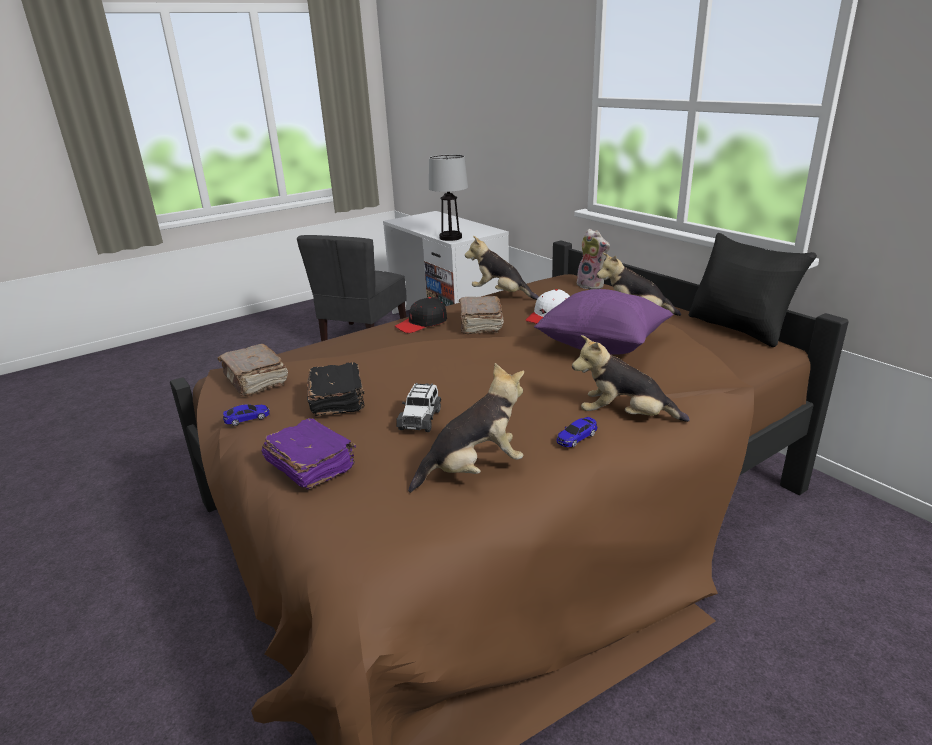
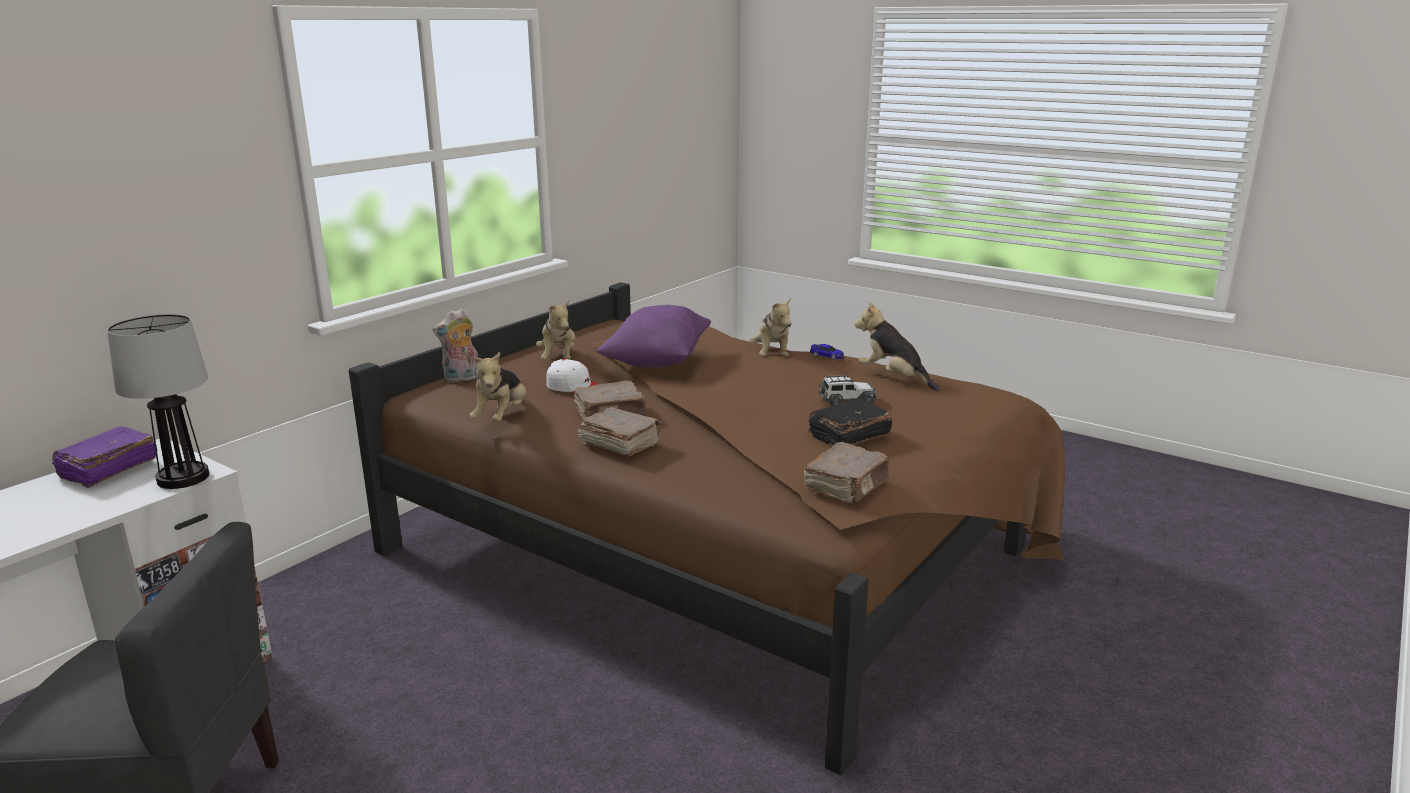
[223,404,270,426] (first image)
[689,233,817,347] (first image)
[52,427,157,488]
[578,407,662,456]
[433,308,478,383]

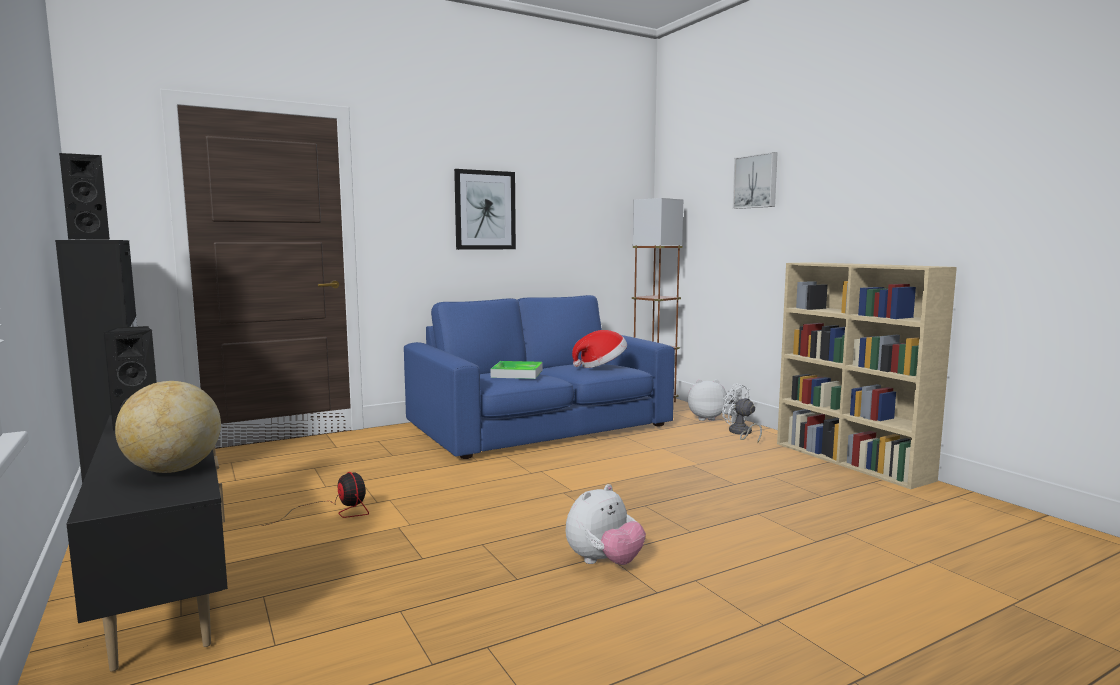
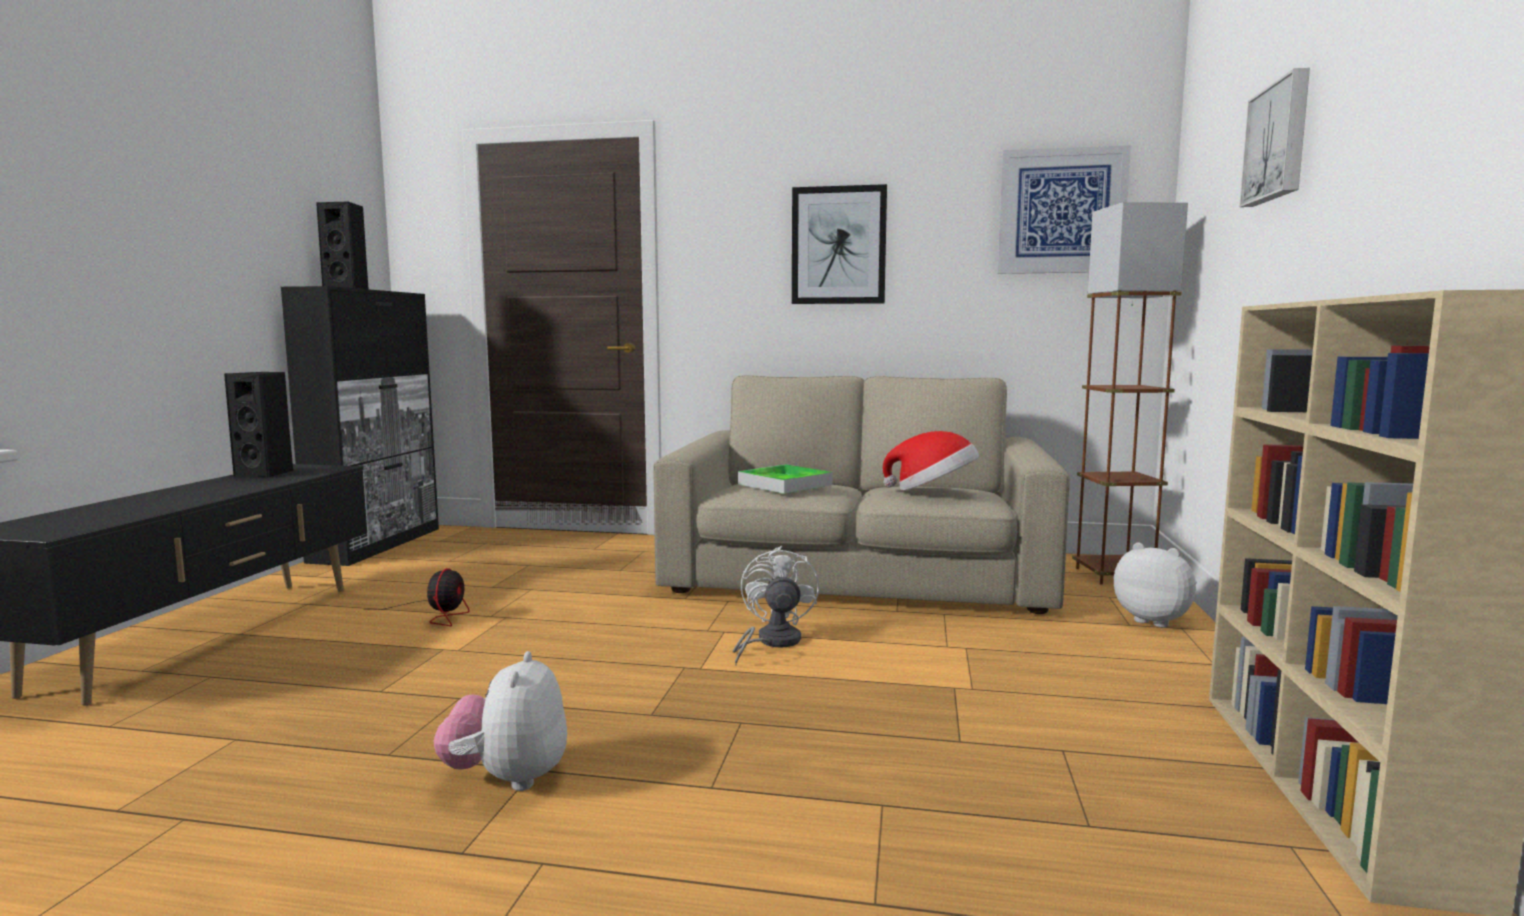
[115,381,221,473] (first image)
[997,145,1131,274]
[733,546,819,665]
[653,375,1070,614]
[434,651,567,791]

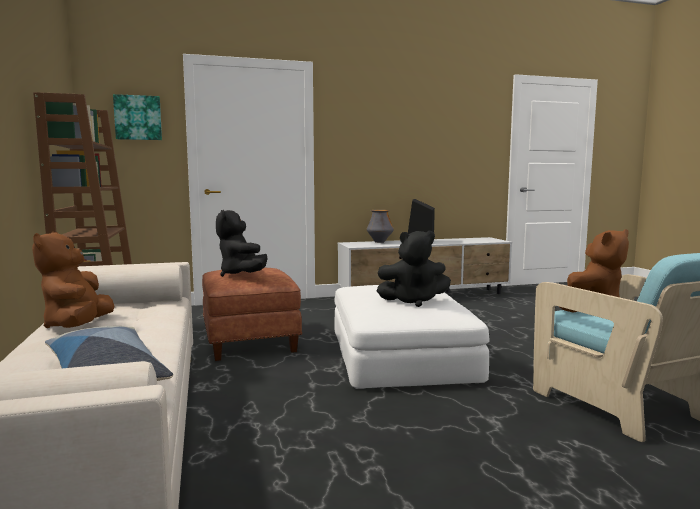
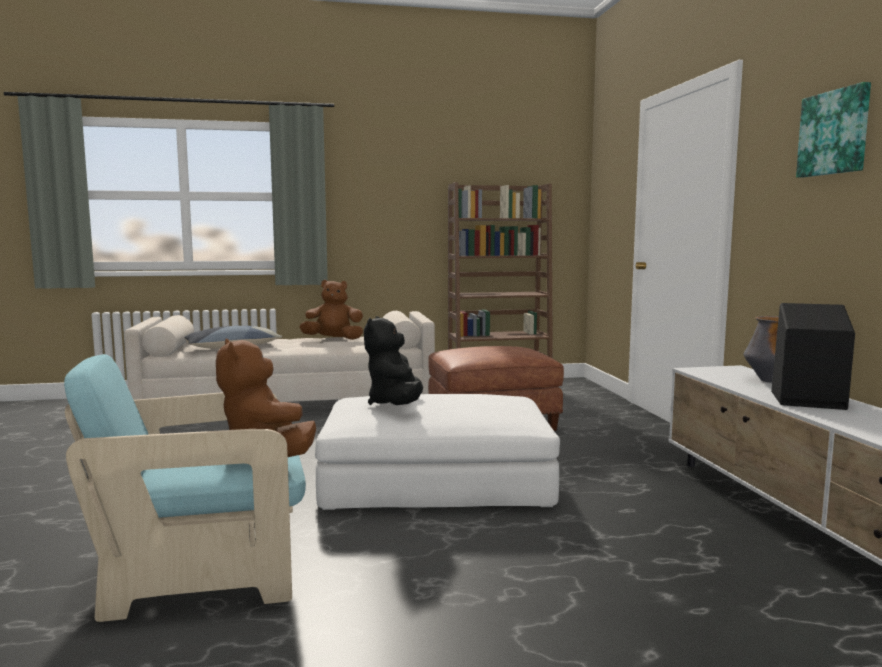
[216,210,268,277] (first image)
[796,82,871,178]

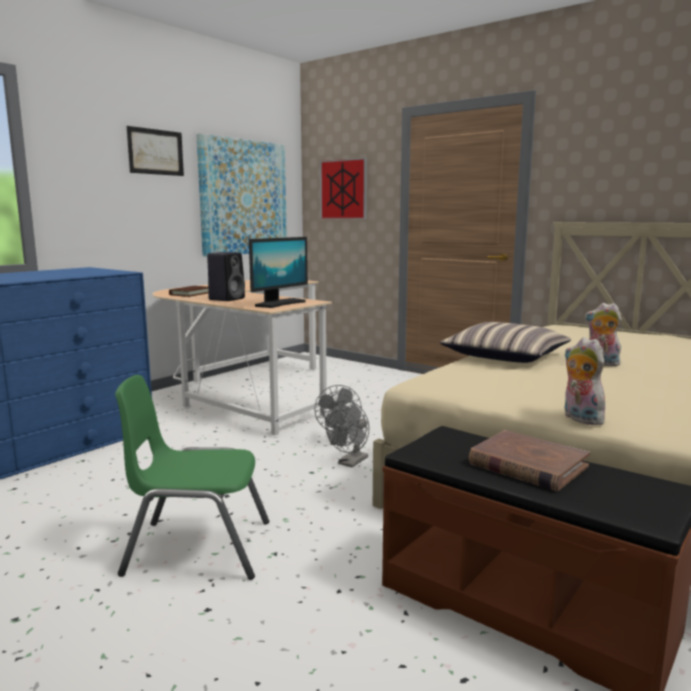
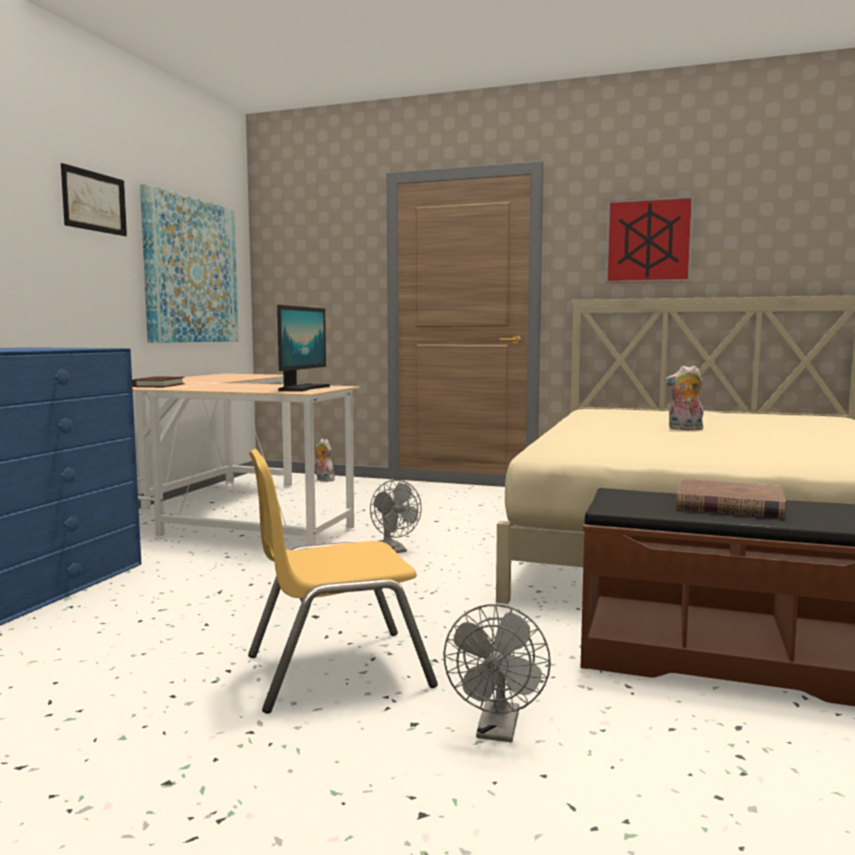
[207,252,245,301] (first image)
[440,322,571,363] (first image)
[606,196,694,283]
[443,604,551,742]
[315,439,335,482]
[248,449,438,714]

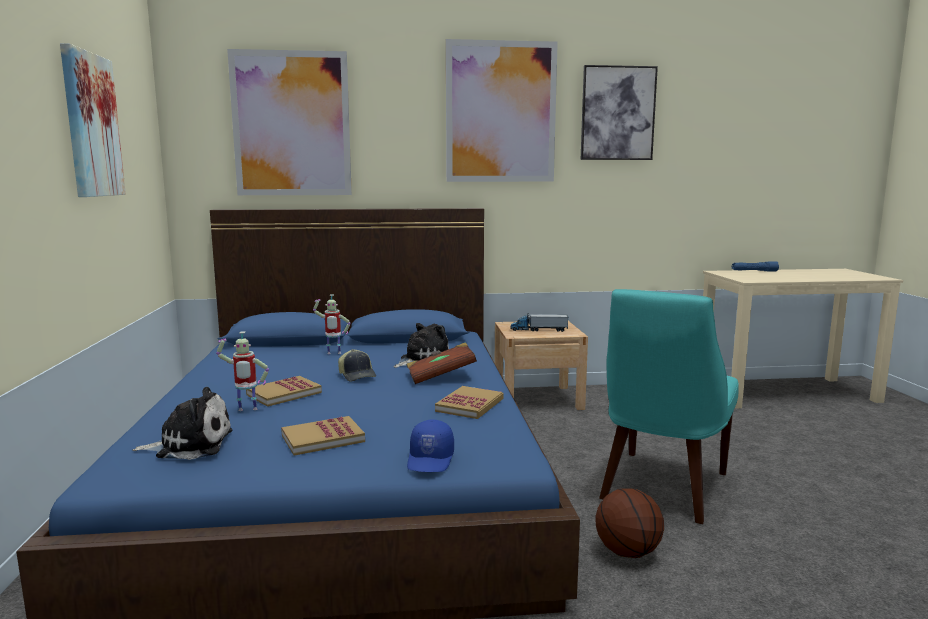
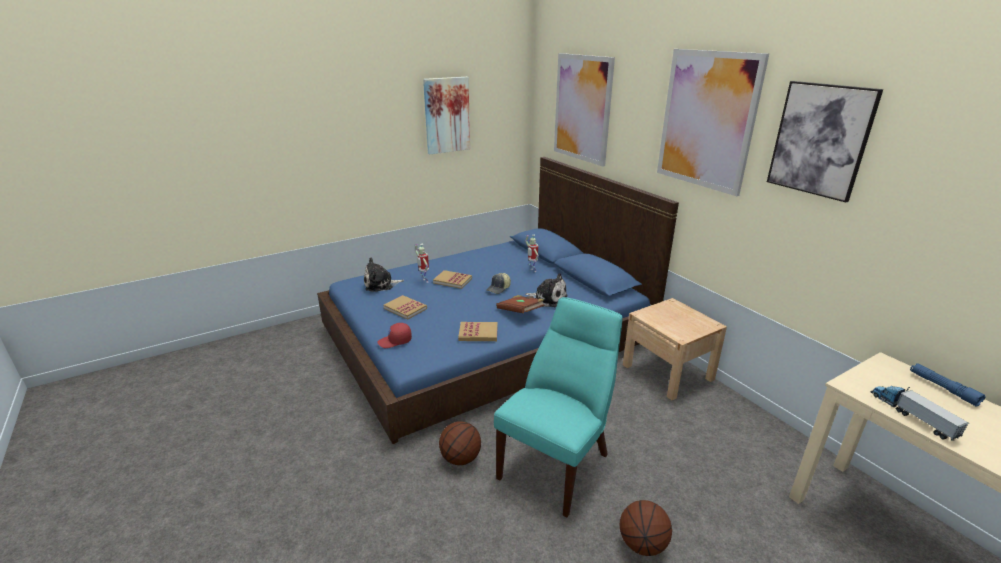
[620,500,672,556]
[871,386,969,441]
[378,323,412,348]
[364,257,404,292]
[494,297,623,517]

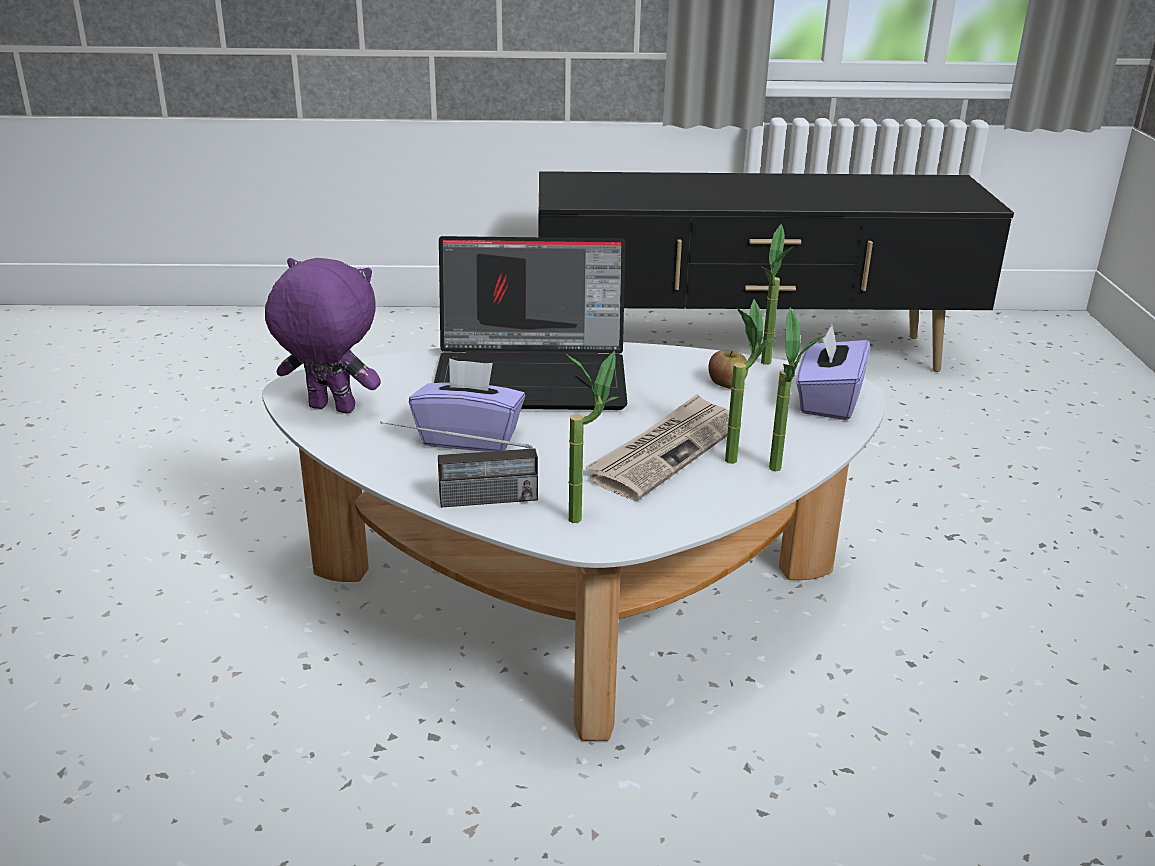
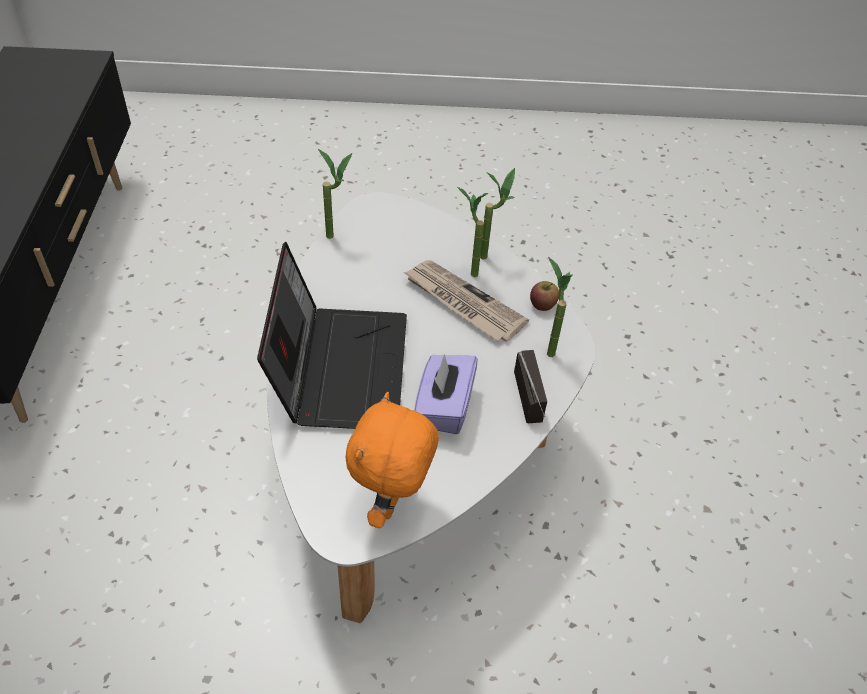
[796,324,870,420] (first image)
[530,281,559,311]
[345,392,439,528]

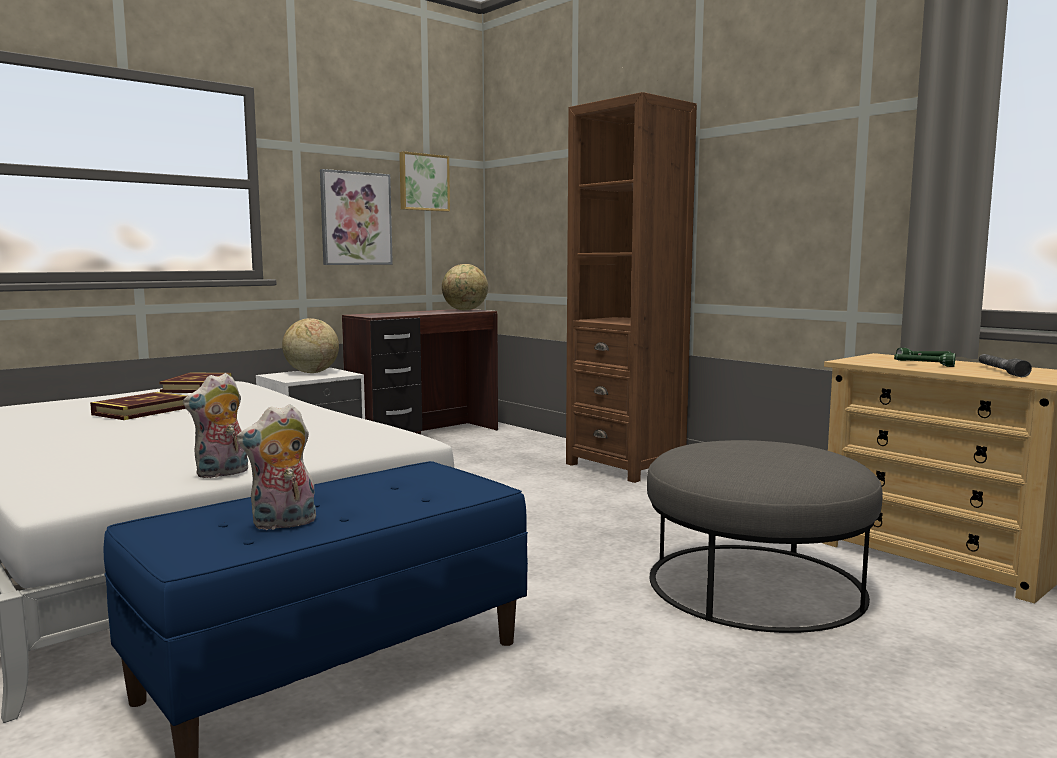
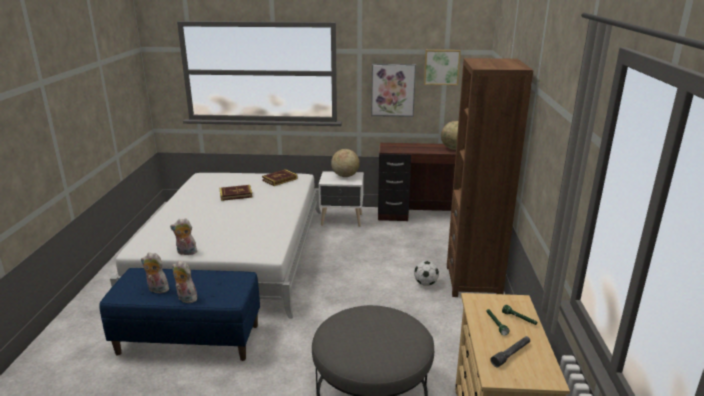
[172,260,197,303]
[414,261,439,286]

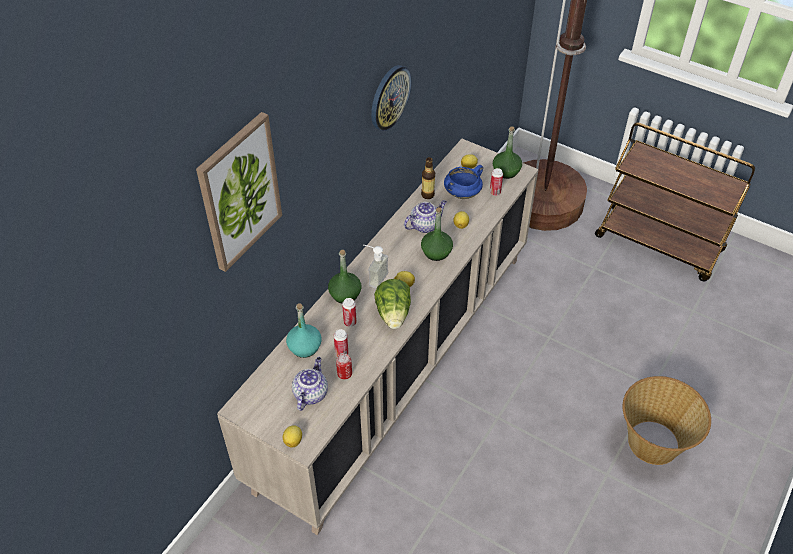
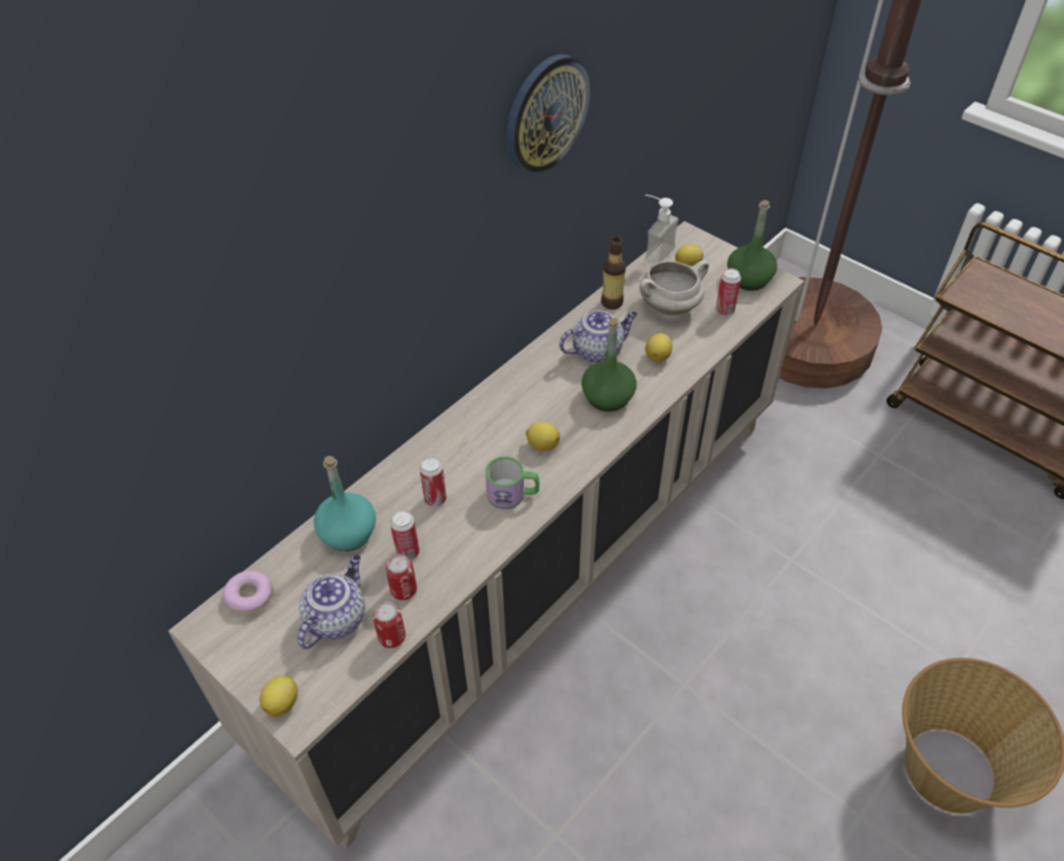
[196,112,282,272] (first image)
[328,250,361,303] (first image)
[223,570,274,615]
[373,601,406,648]
[645,194,678,265]
[485,456,540,509]
[639,260,709,315]

